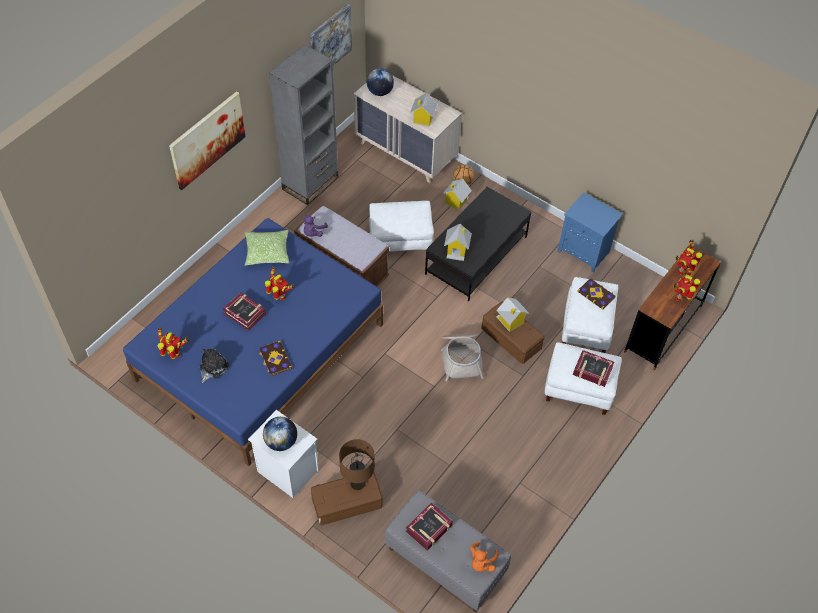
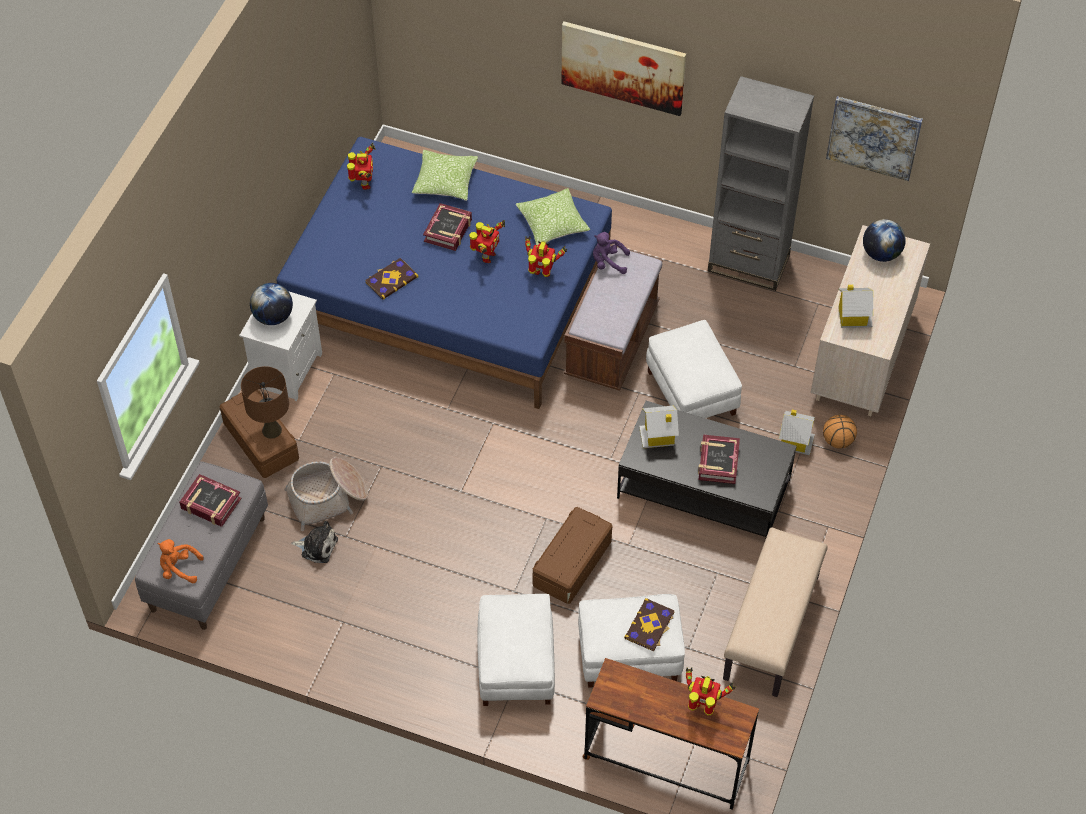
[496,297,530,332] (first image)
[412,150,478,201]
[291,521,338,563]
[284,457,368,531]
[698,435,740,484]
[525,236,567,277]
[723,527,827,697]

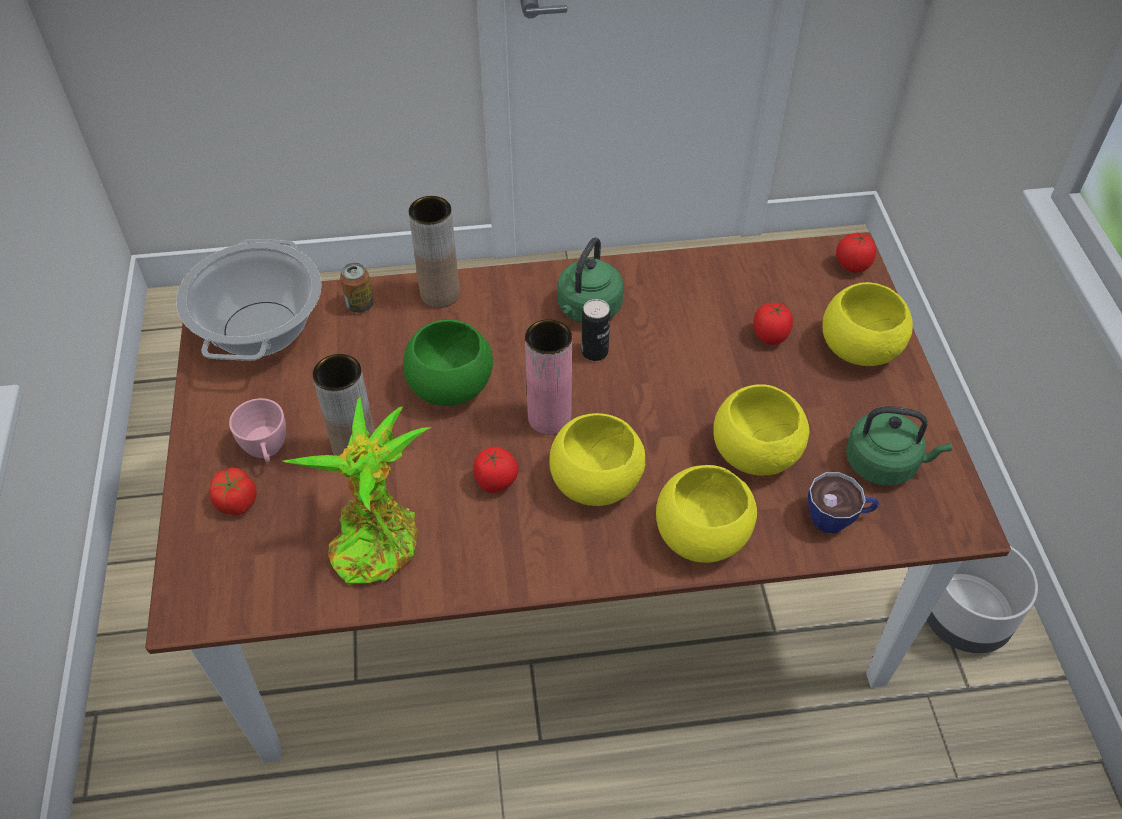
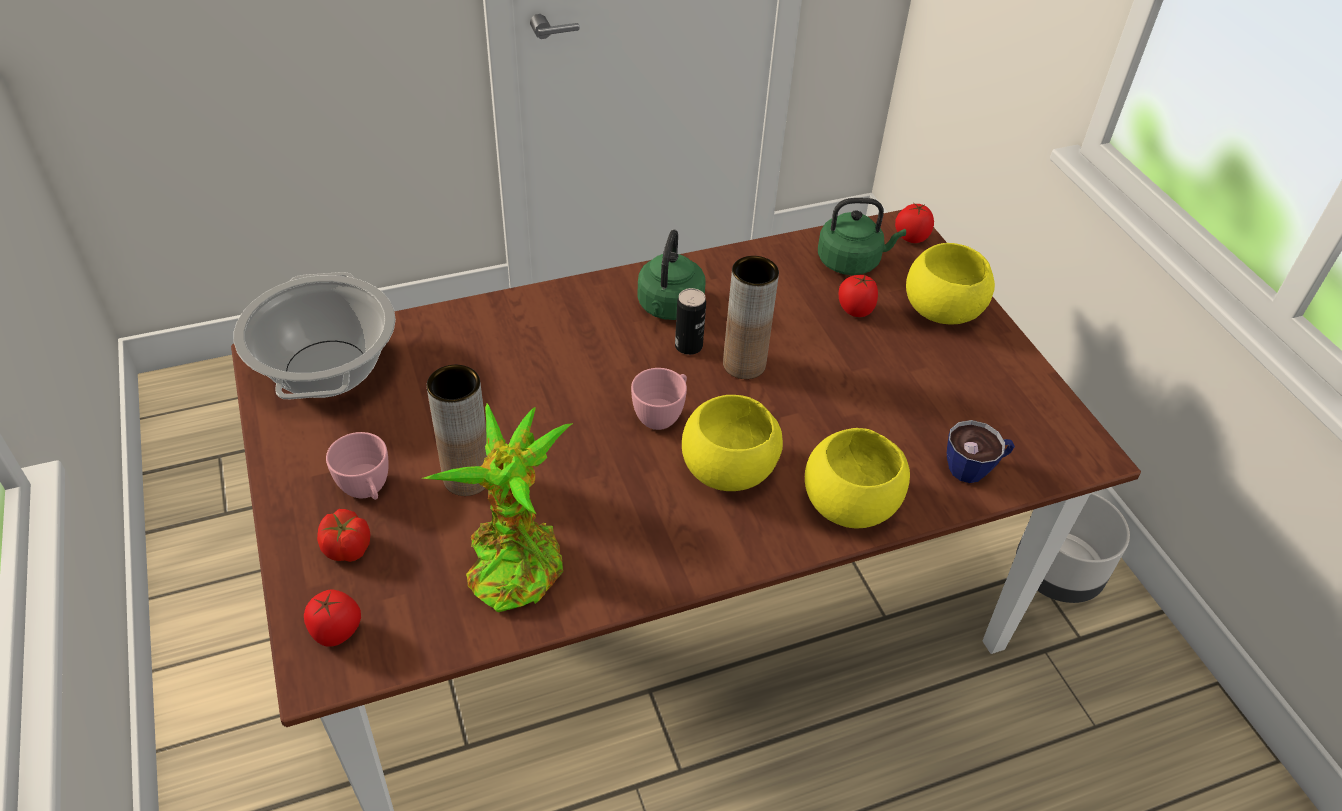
[340,263,373,313] (first image)
[403,320,493,406] (first image)
[713,384,809,476] (first image)
[723,256,779,379]
[304,590,361,647]
[818,198,906,275]
[631,368,687,430]

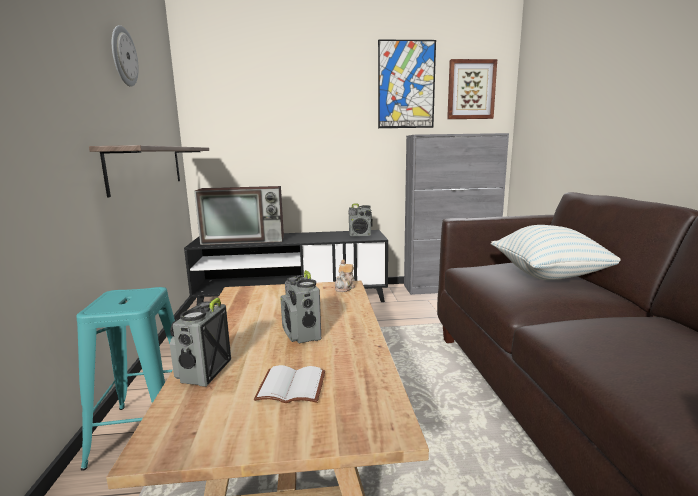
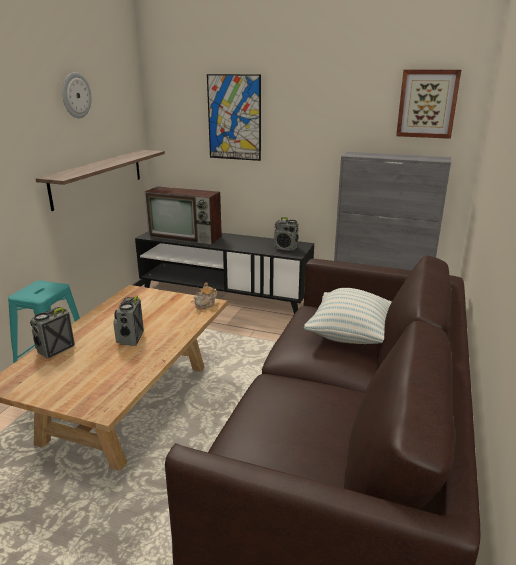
[254,365,325,403] (first image)
[207,74,261,161]

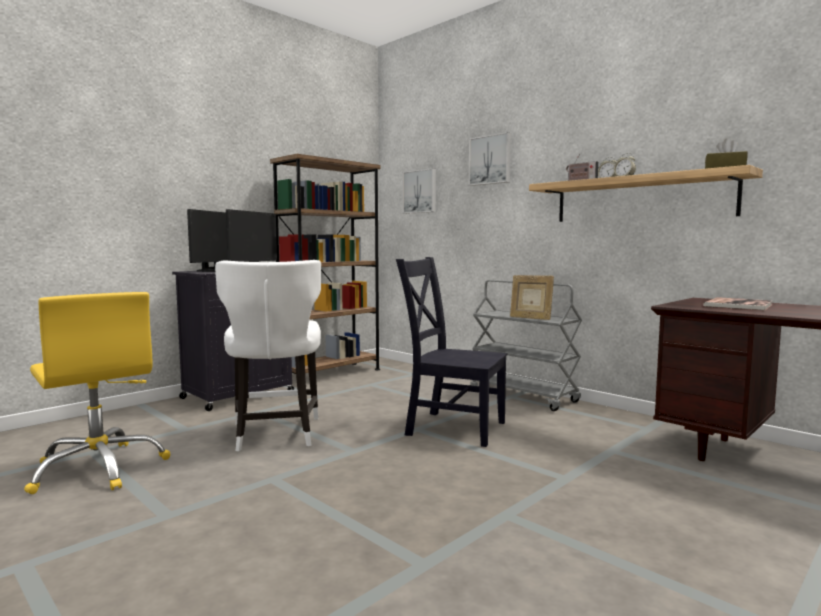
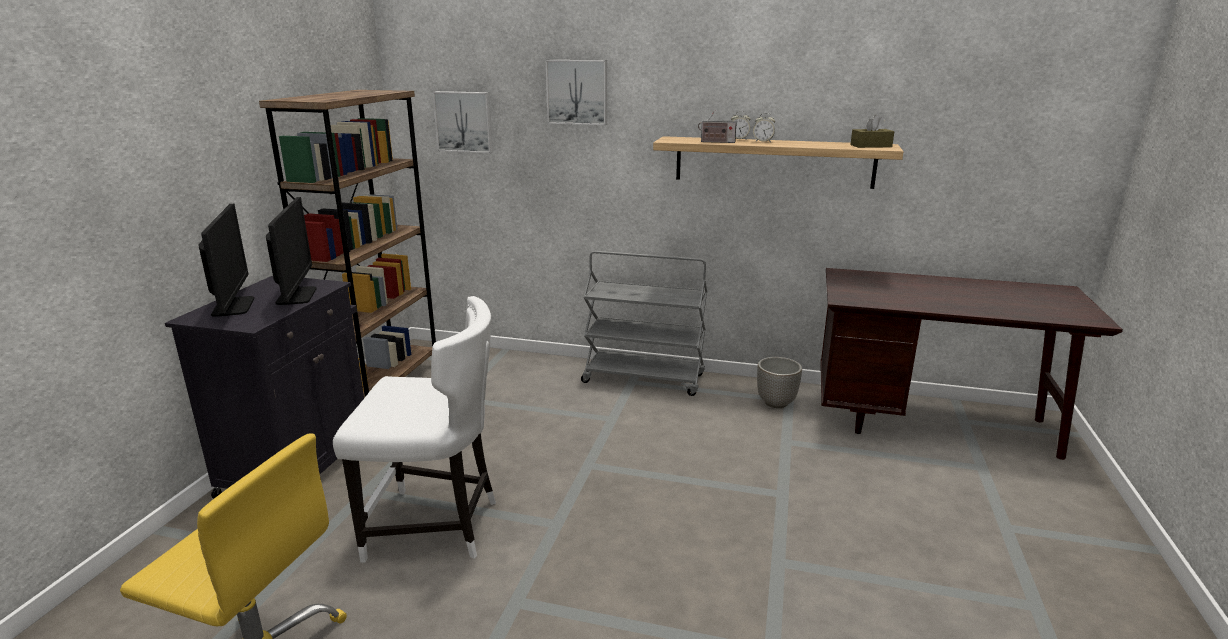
[396,257,507,447] (first image)
[510,275,554,320] (first image)
[703,297,773,311] (first image)
[757,357,802,408]
[333,296,496,563]

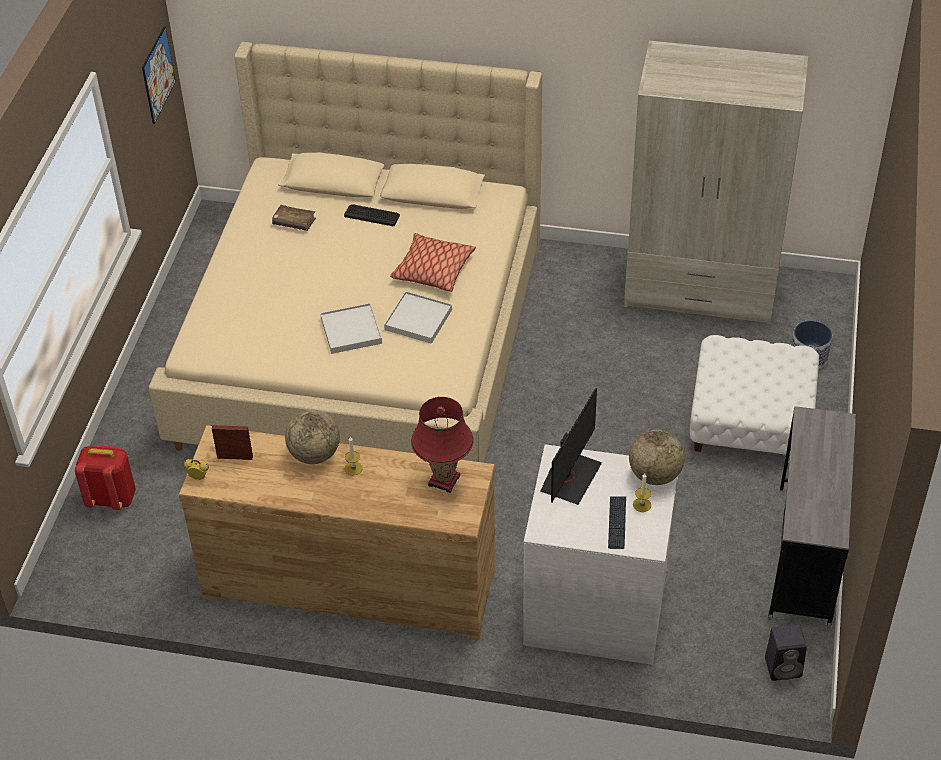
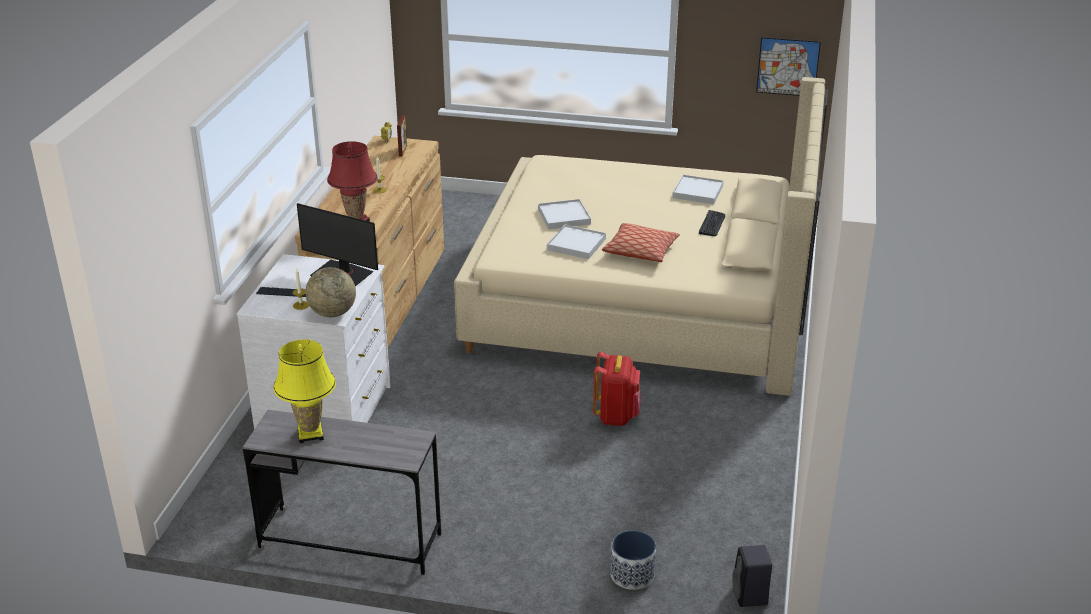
[285,410,340,464] (first image)
[624,41,808,324] (first image)
[690,335,819,455] (first image)
[273,339,336,443]
[593,352,641,426]
[732,545,772,607]
[672,175,724,204]

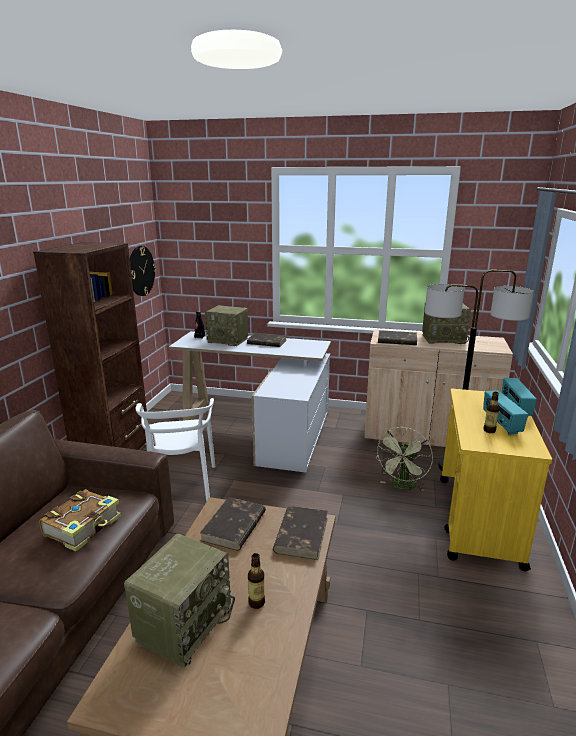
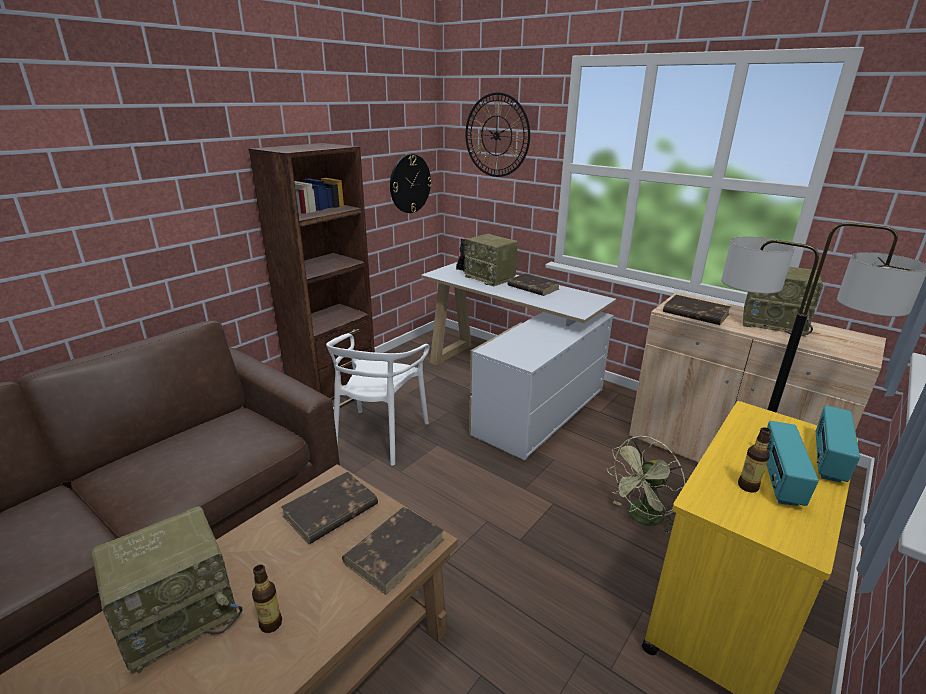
[39,489,121,551] (first image)
[465,92,530,177]

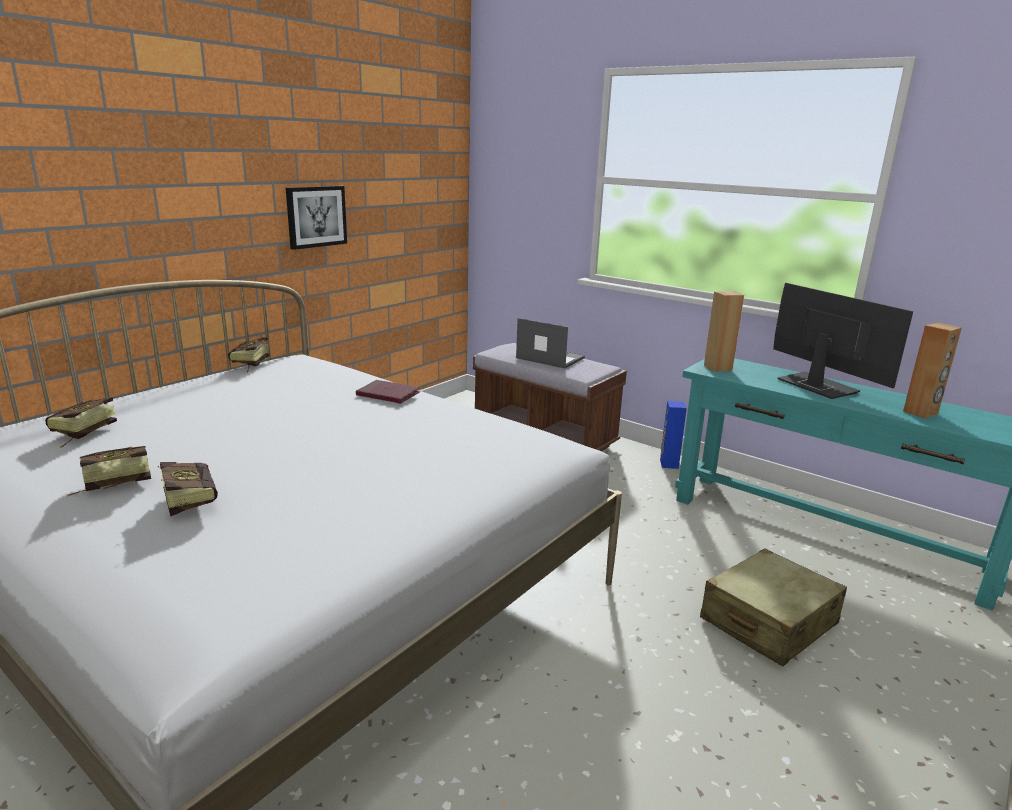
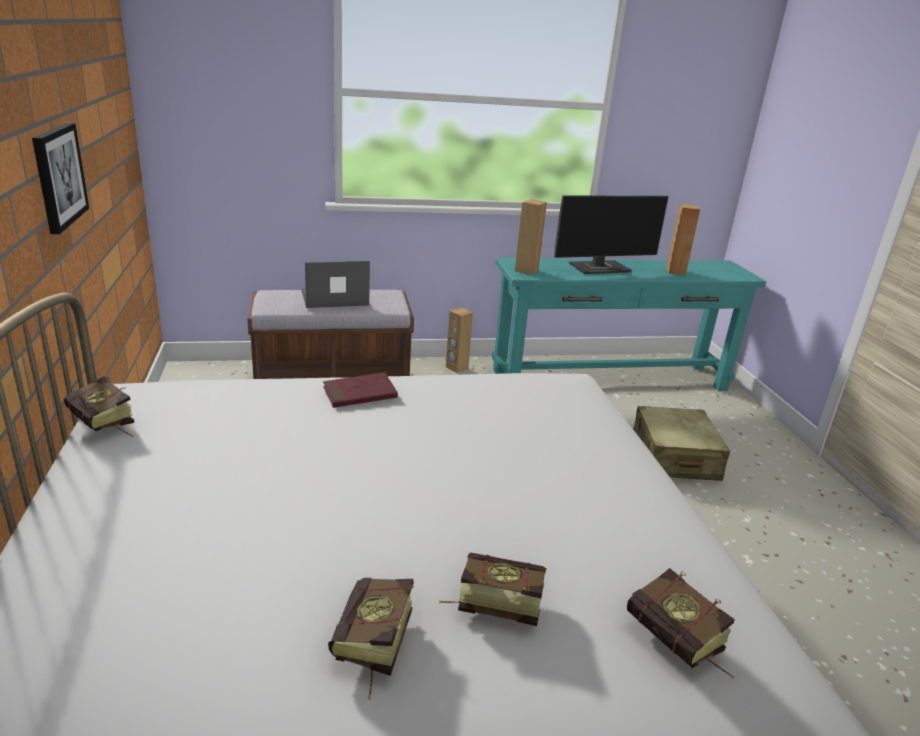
[627,568,735,679]
[446,307,473,373]
[554,196,669,274]

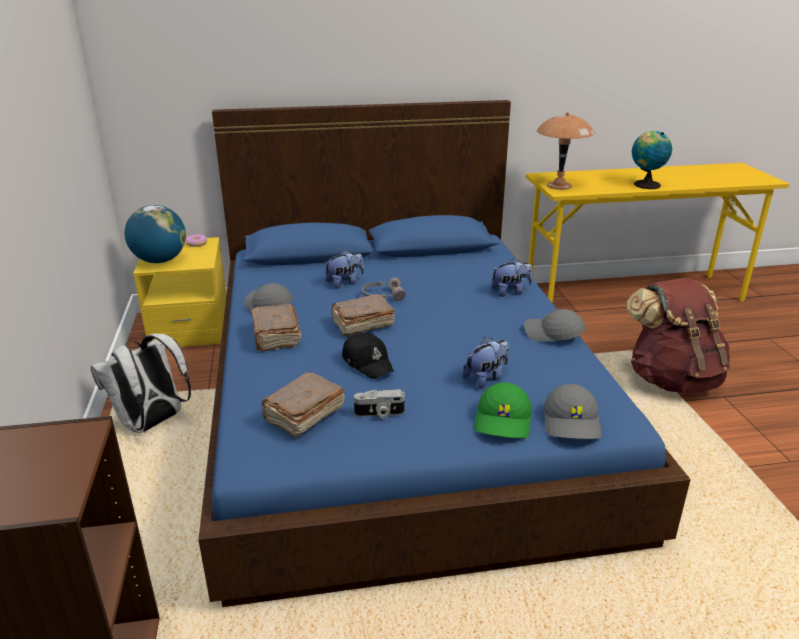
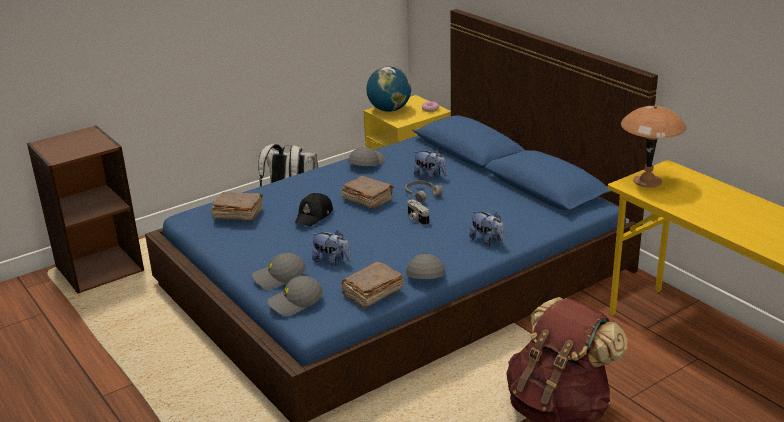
[632,131,672,189] (first image)
[341,262,404,309]
[407,200,429,225]
[252,253,306,290]

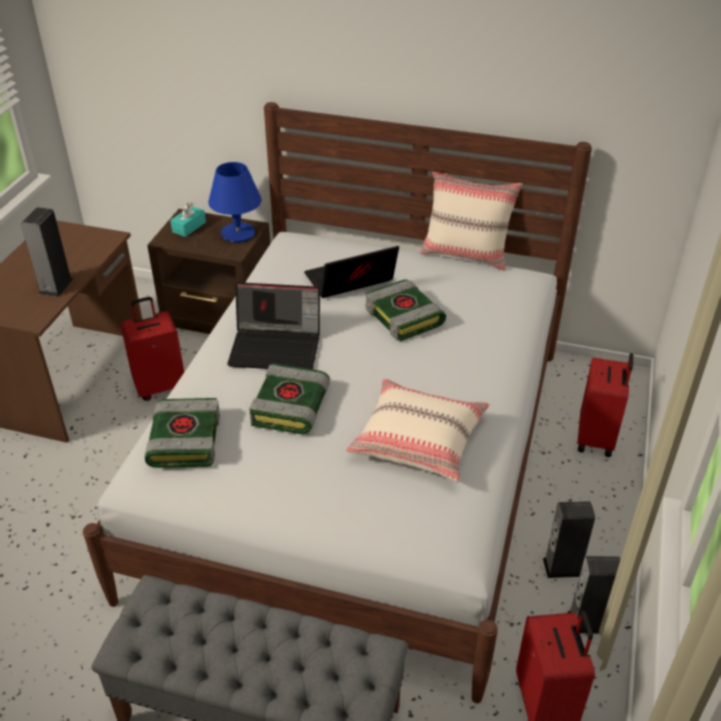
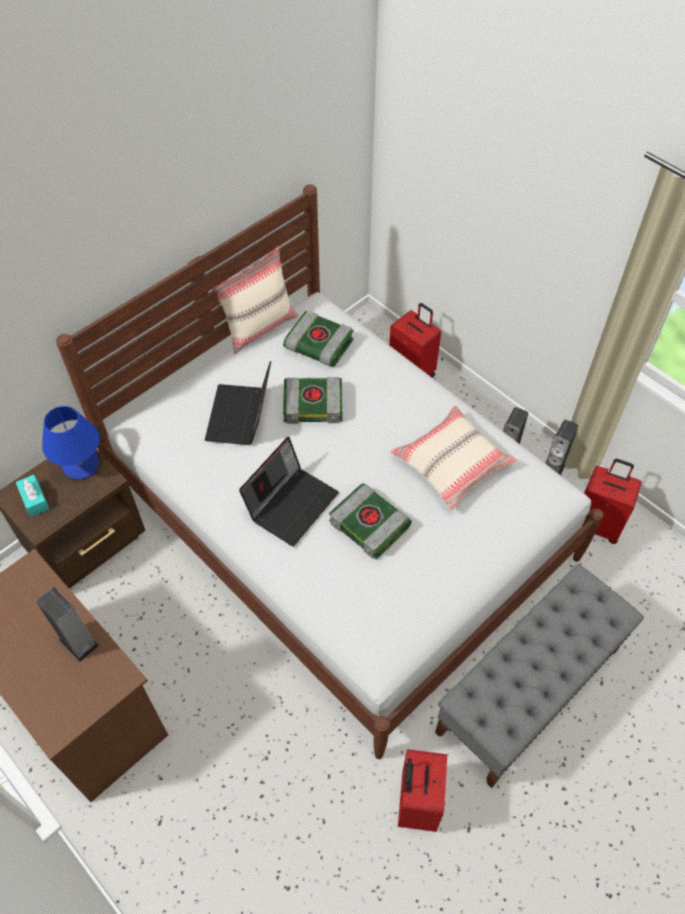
[398,749,447,832]
[283,310,354,367]

